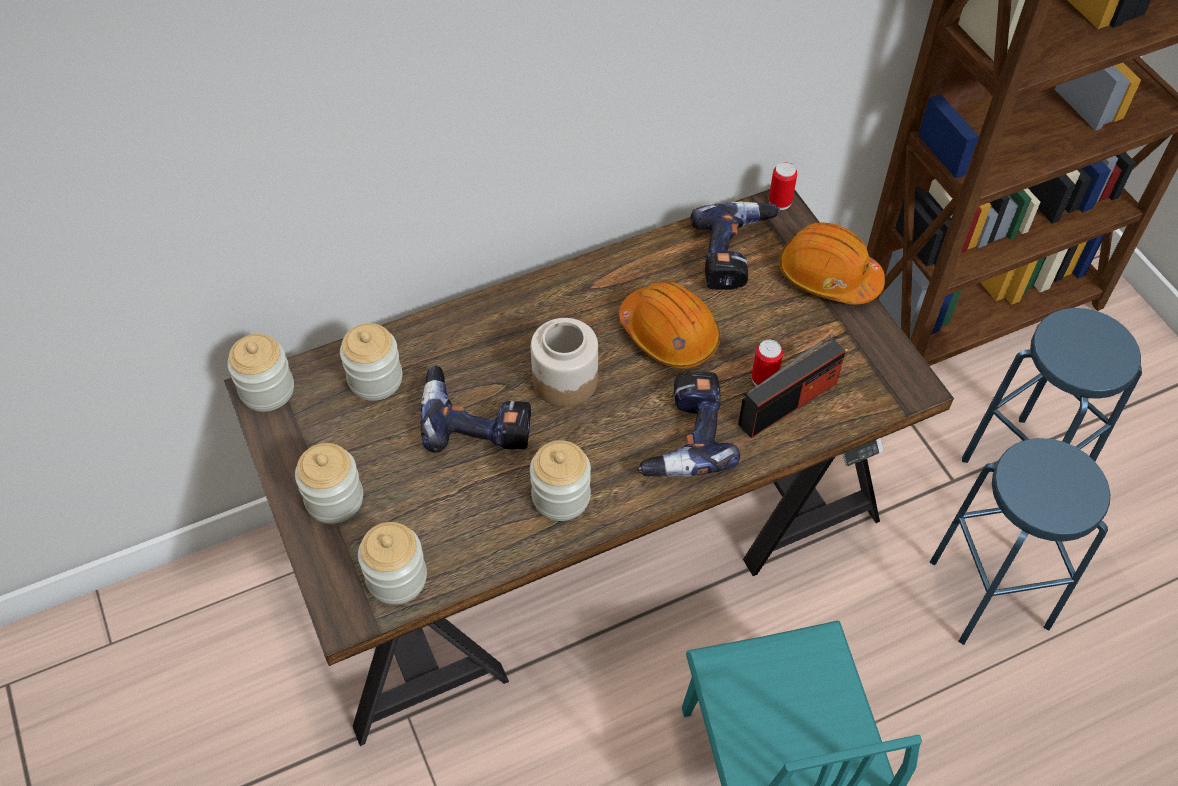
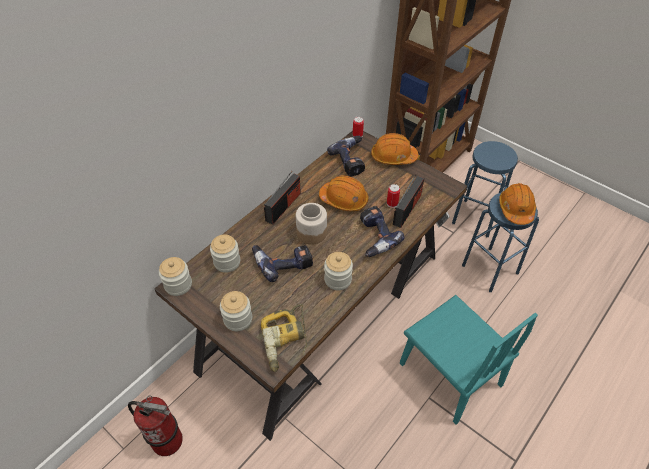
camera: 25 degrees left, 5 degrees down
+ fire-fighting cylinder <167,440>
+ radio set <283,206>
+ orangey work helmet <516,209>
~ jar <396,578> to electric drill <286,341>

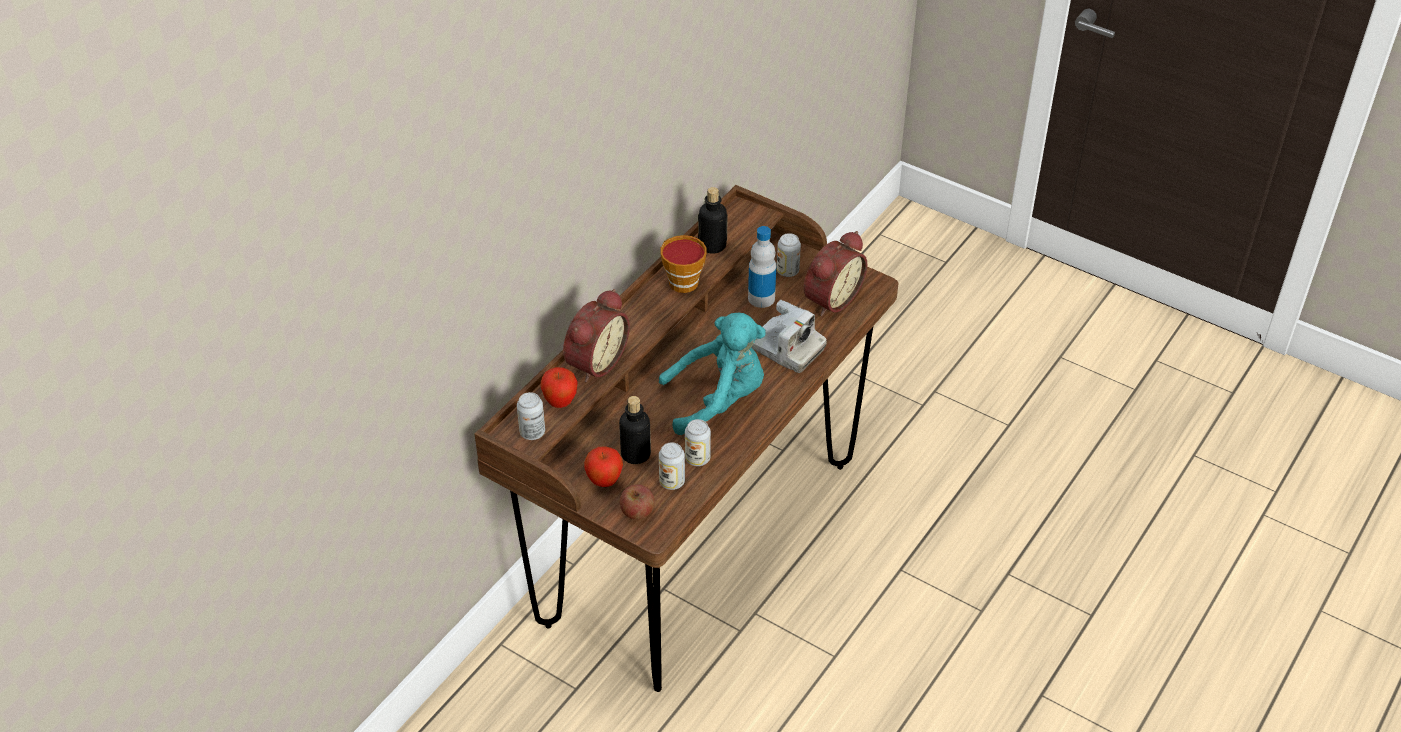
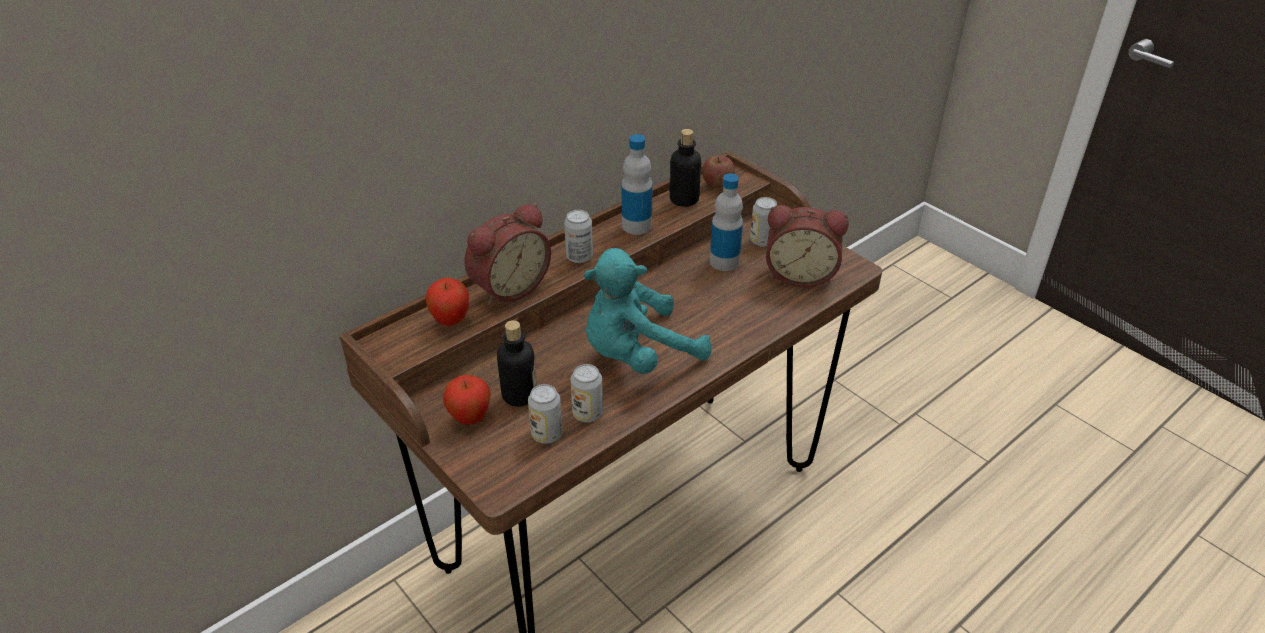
camera: 15 degrees right, 5 degrees down
- photo camera <786,349>
~ can <532,432> to <579,257>
~ whole apple <637,512> to <717,183>
~ small cup <680,281> to drink bottle <636,226>
~ blue-green soft toy <718,400> = <637,355> 150 degrees clockwise
~ alarm clock <830,298> = <800,274> 45 degrees clockwise

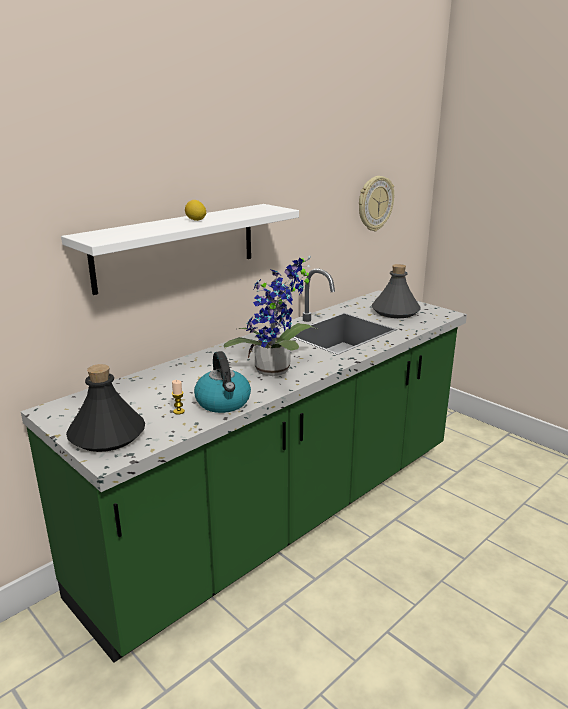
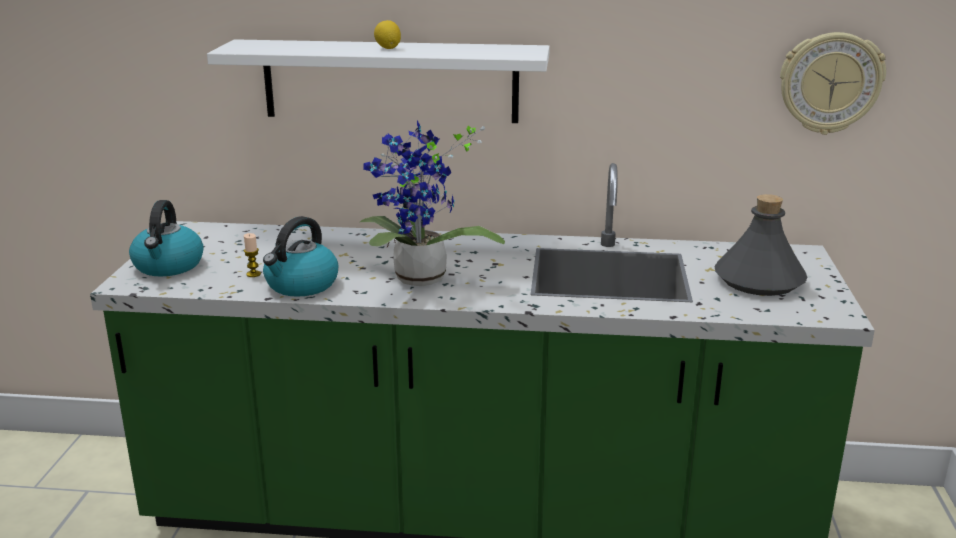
camera: 50 degrees right, 0 degrees up
~ black drink bottle <107,435> to water kettle <168,266>

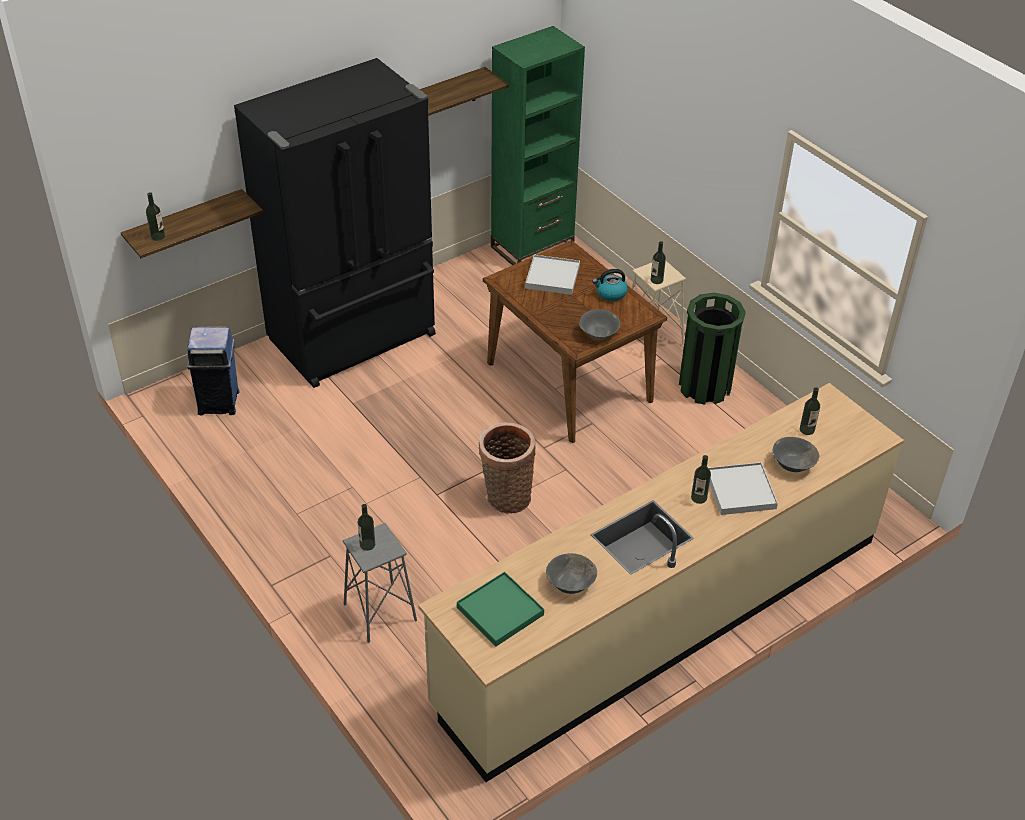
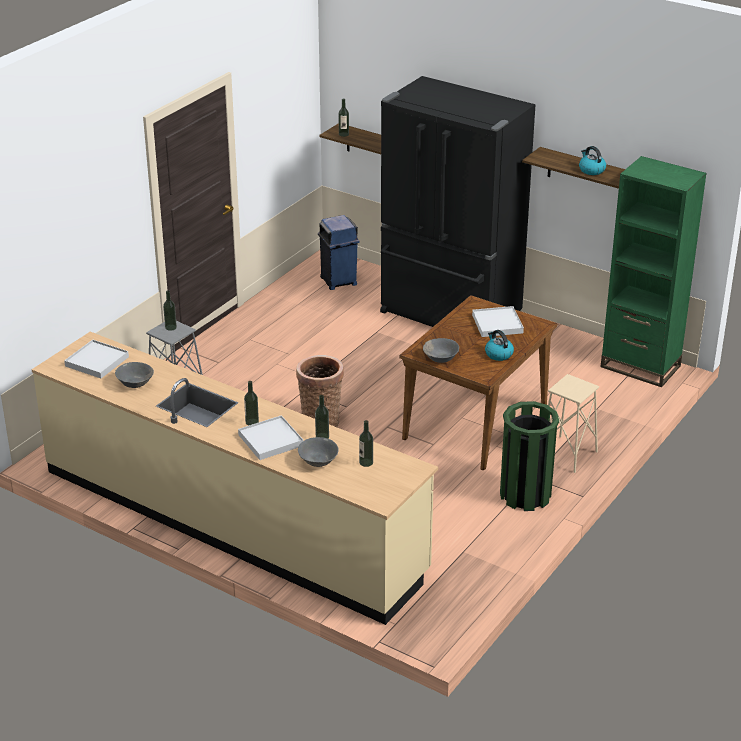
camera: 70 degrees right, 10 degrees down
+ water kettle <591,170>
~ drink bottle <656,280> to <322,436>
~ green-coloured serving tray <500,611> to whitish serving tray <97,361>

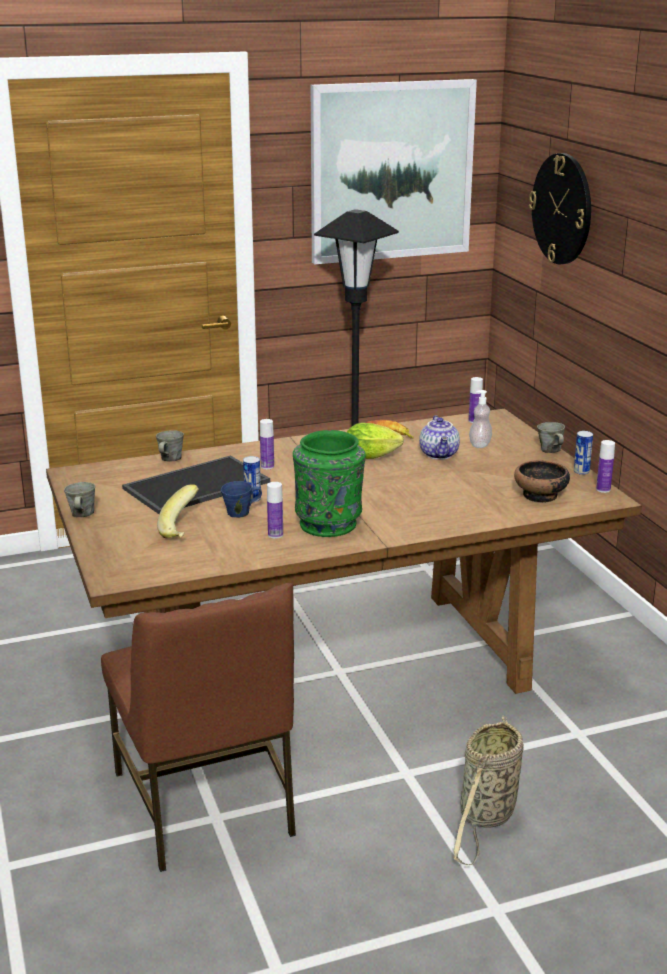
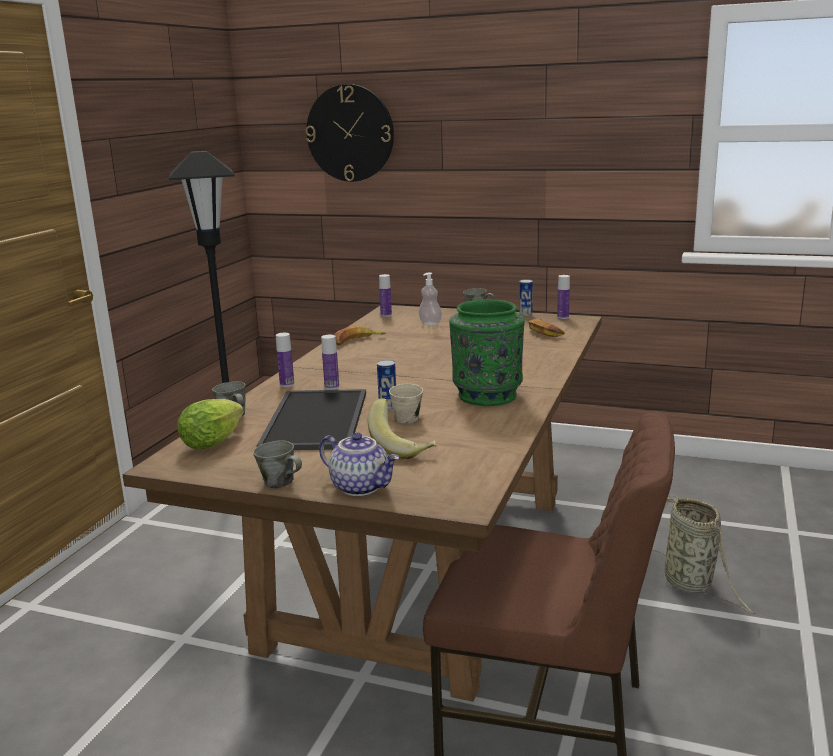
camera: 50 degrees left, 5 degrees down
- wall art <391,171>
~ drink bottle <275,535> to <287,384>
~ head of lettuce <374,457> to <215,441>
~ tea pot <440,454> to <361,487>
~ serving bowl <540,496> to banana <545,331>
~ bluish coffee mug <240,513> to beige coffee mug <408,418>

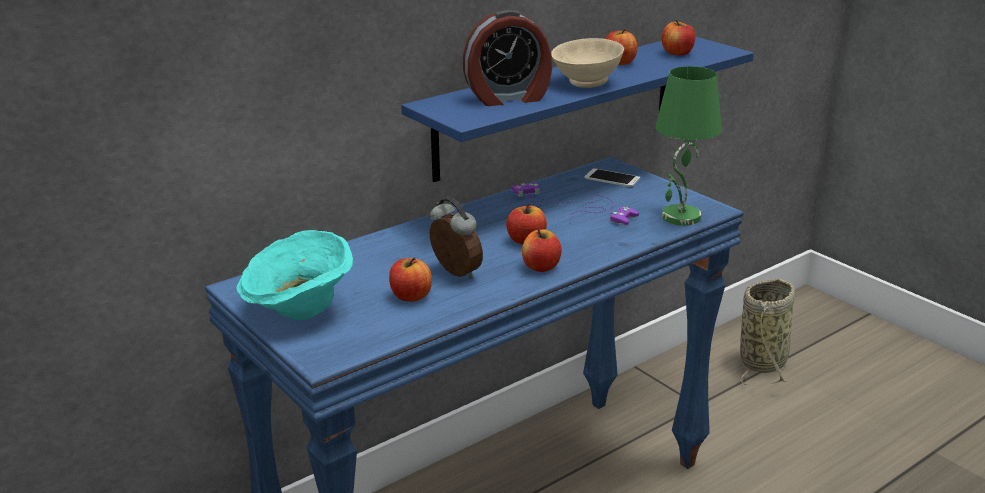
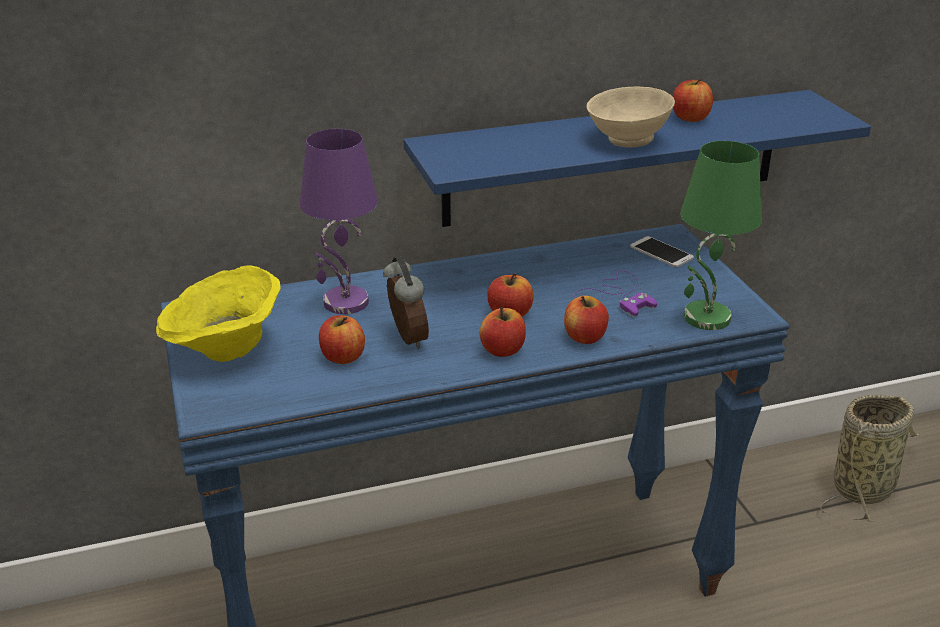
camera: 20 degrees right, 5 degrees up
- alarm clock <508,97>
- purplish gamepad <529,201>
+ purplish table lamp <345,303>
~ whole apple <677,53> to <585,337>
~ blue-green serving bowl <299,310> to yellowish serving bowl <225,349>

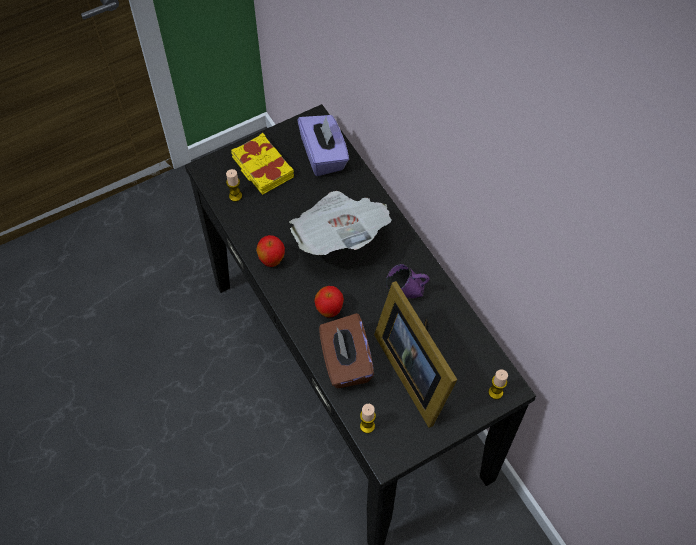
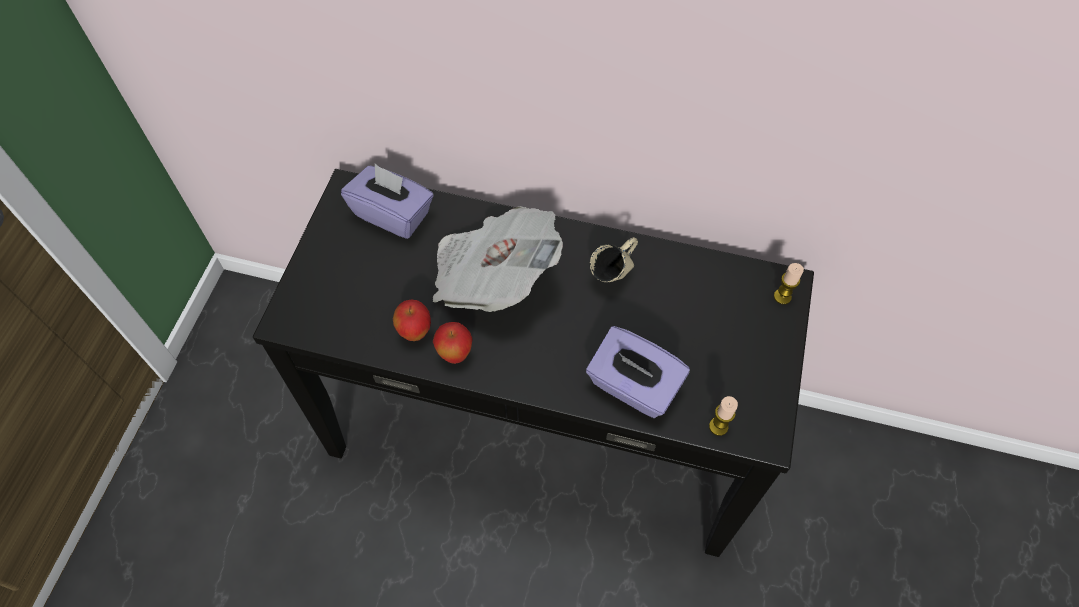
camera: 45 degrees left, 0 degrees up
- wax light <235,196>
- yellowish volume <262,168>
- standing frame <414,369>
~ whole apple <329,311> to <415,332>
~ brownish box of tissues <345,362> to purplish box of tissues <633,387>
~ purplish coffee mug <406,293> to beige coffee mug <613,277>

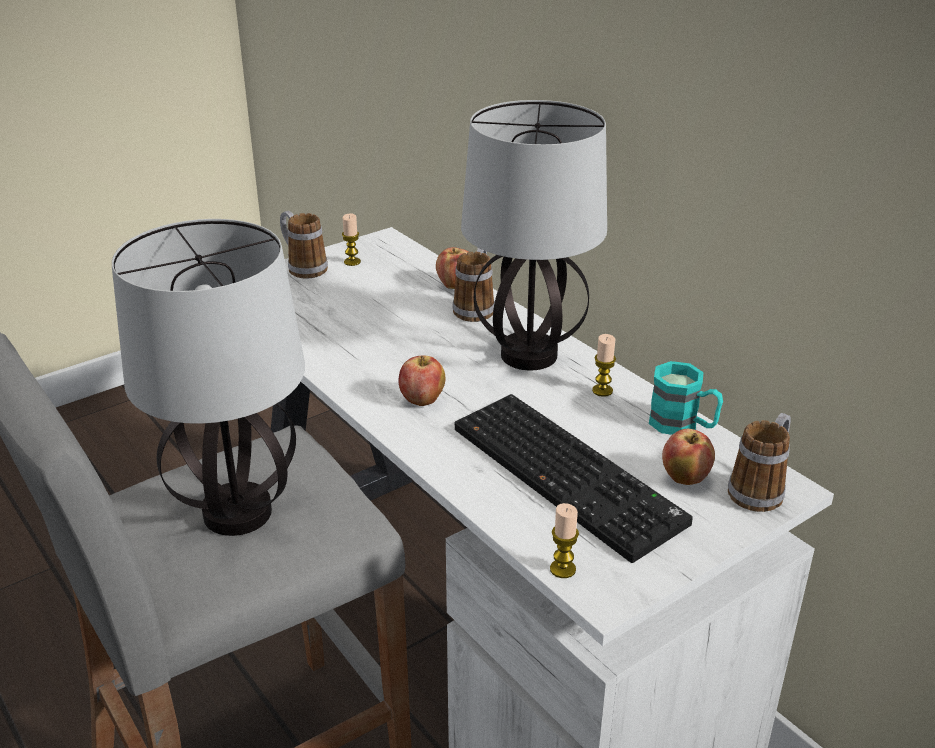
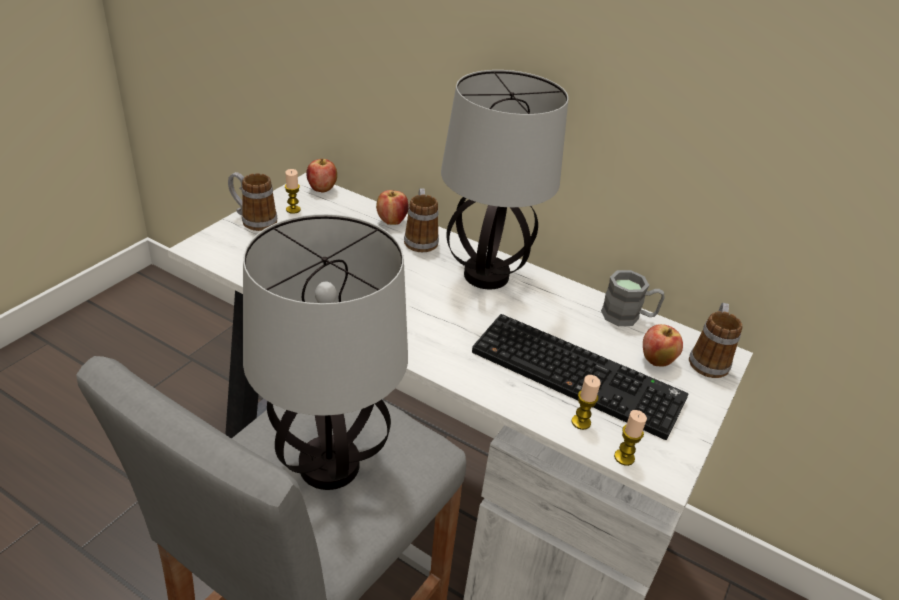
camera: 25 degrees left, 5 degrees up
~ whole apple <422,400> to <322,189>
~ wax light <602,391> to <581,422>
~ blue-green coffee mug <683,425> to gray coffee mug <628,316>

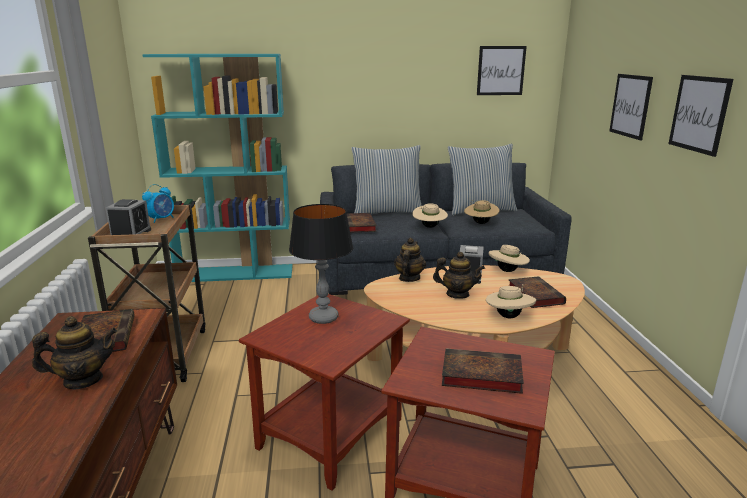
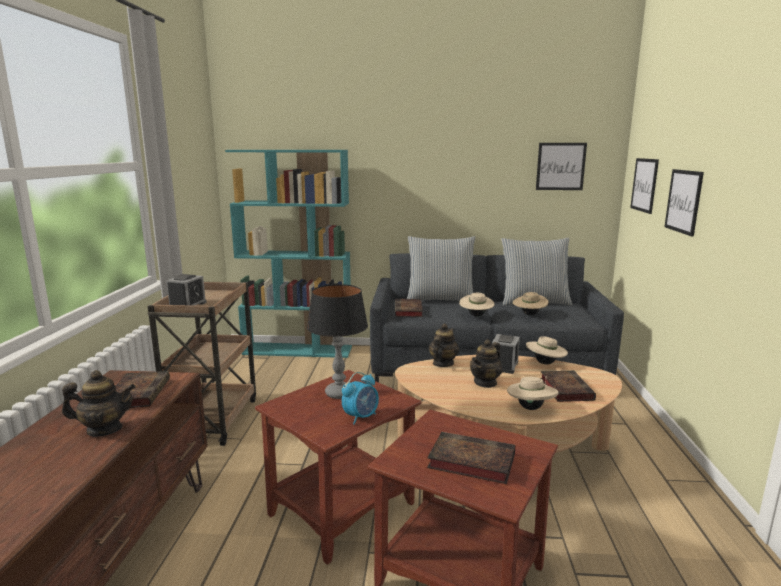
camera: 10 degrees right, 5 degrees down
~ alarm clock <161,219> to <361,417>
~ wall art <699,114> to <644,185>
~ tea pot <457,294> = <485,382> 105 degrees clockwise

